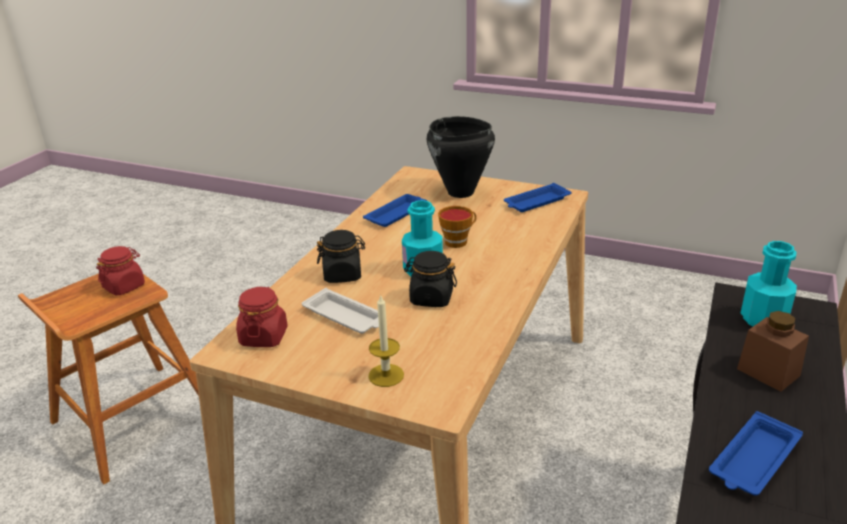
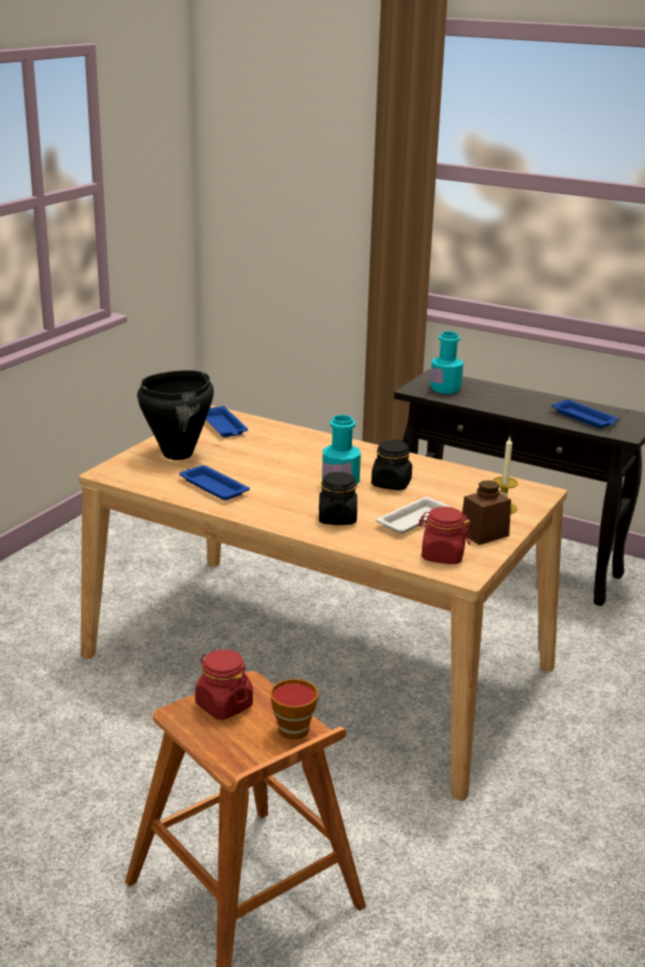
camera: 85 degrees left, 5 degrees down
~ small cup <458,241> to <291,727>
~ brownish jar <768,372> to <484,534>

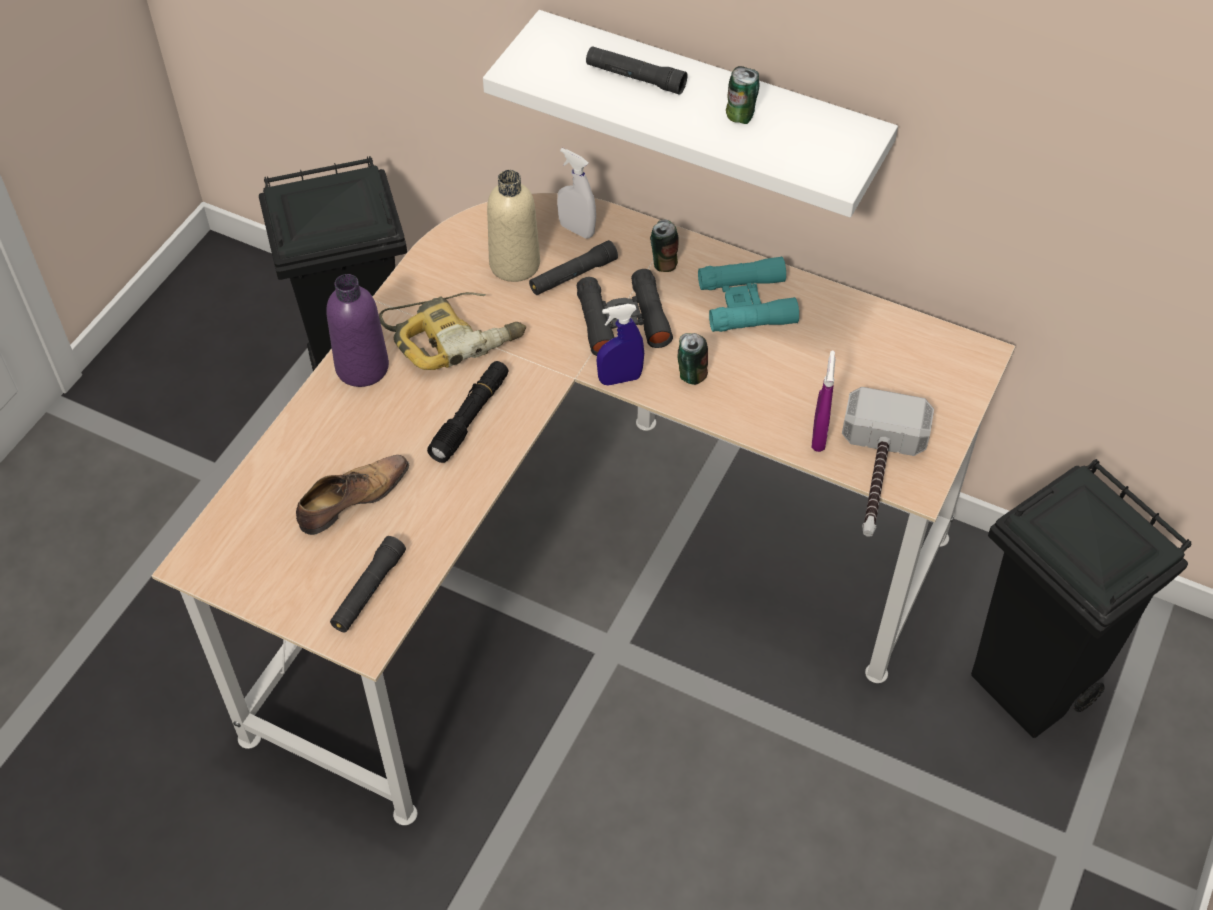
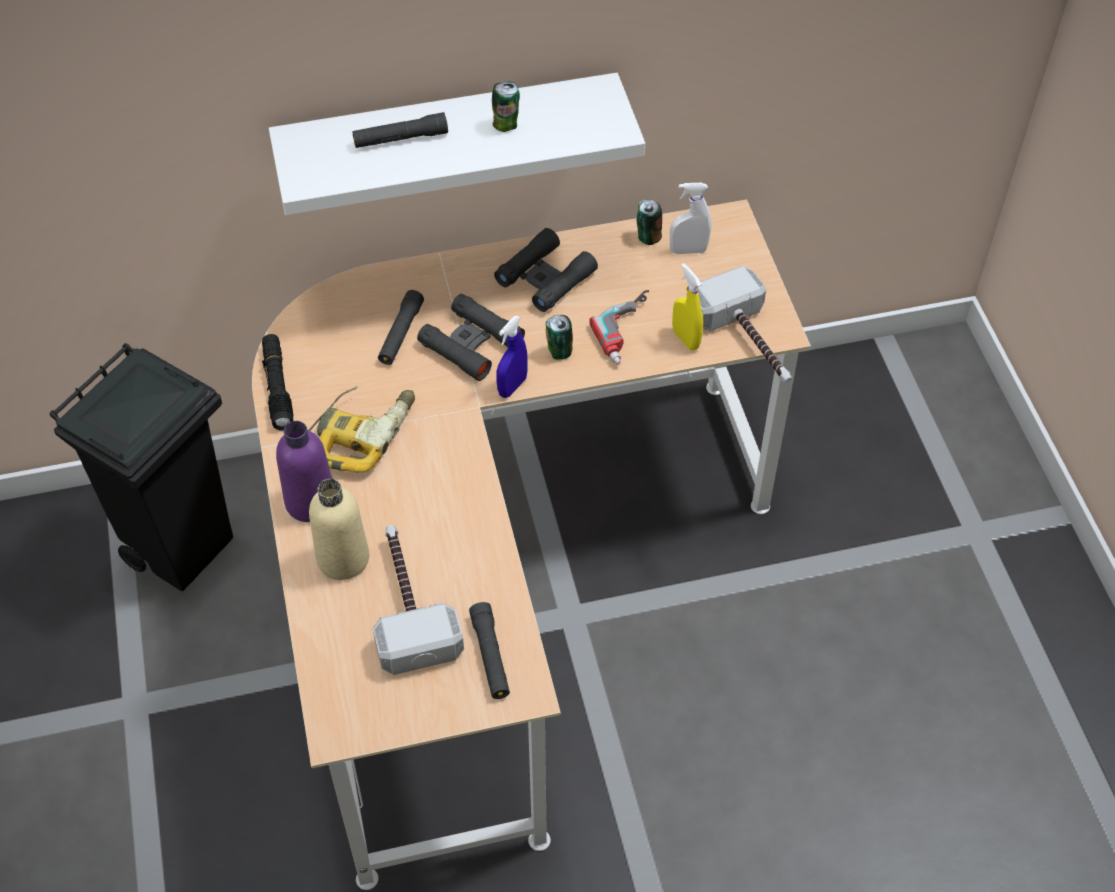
camera: 40 degrees left, 0 degrees up
- black waste bin <1031,687>
+ electric drill <630,332>
~ black torch <470,417> to <278,387>
~ beige drink bottle <514,264> to <343,558>
~ whitish spray bottle <576,230> to <688,250>
~ can <663,263> to <647,237>
~ low shoe <351,500> to hammer <408,602>
~ blue-green pair of binoculars <746,303> to black pair of binoculars <545,277>
~ purplish spray bottle <819,436> to yellowish spray bottle <685,339>

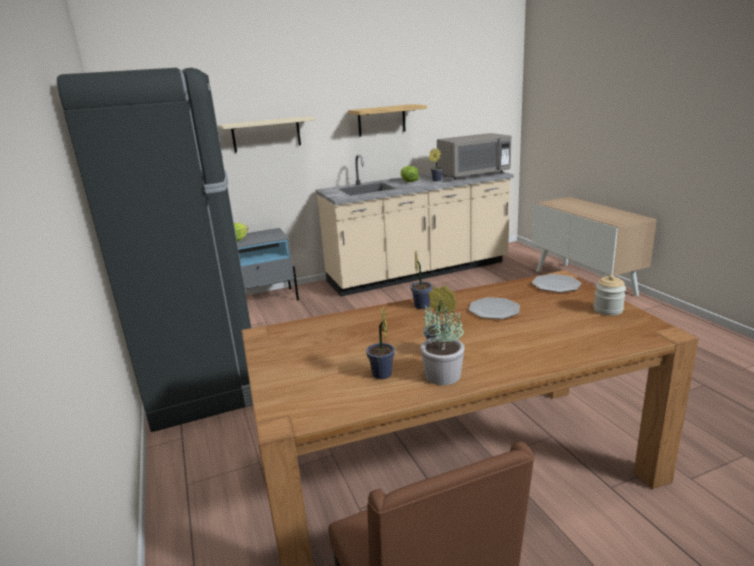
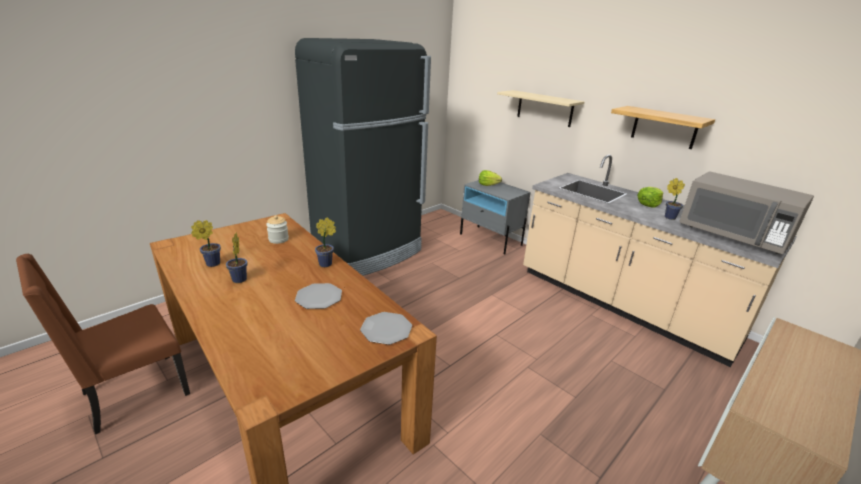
camera: 65 degrees right, 5 degrees up
- potted plant <442,375>
~ jar <608,310> to <278,239>

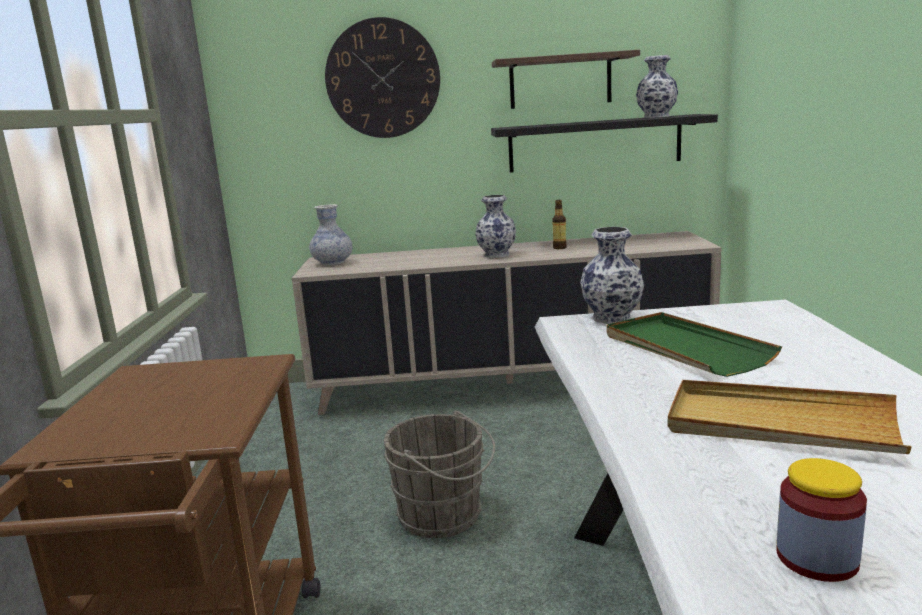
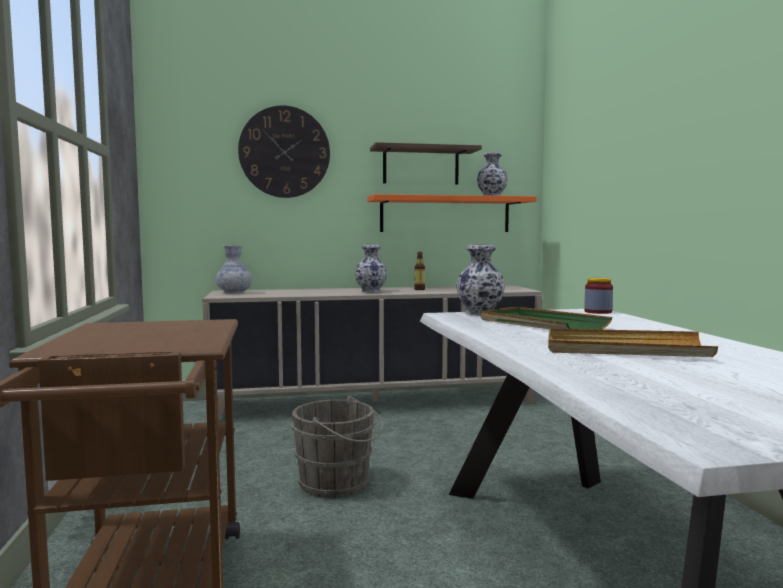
camera: 10 degrees left, 10 degrees down
~ jar <817,558> to <598,312>
~ black bracket shelf <594,144> to orangey bracket shelf <445,214>

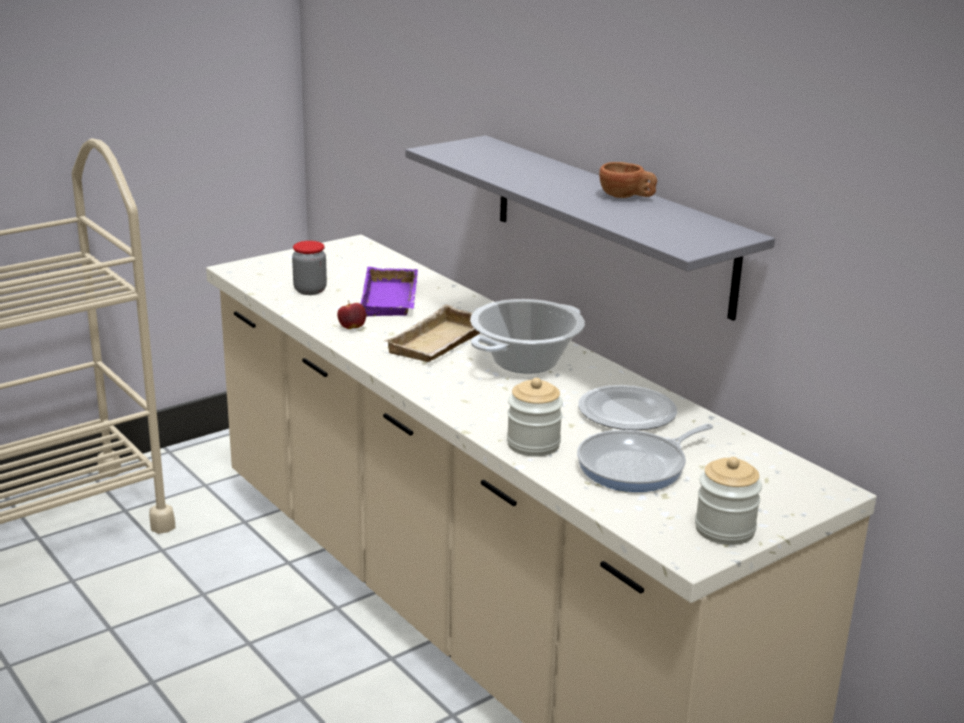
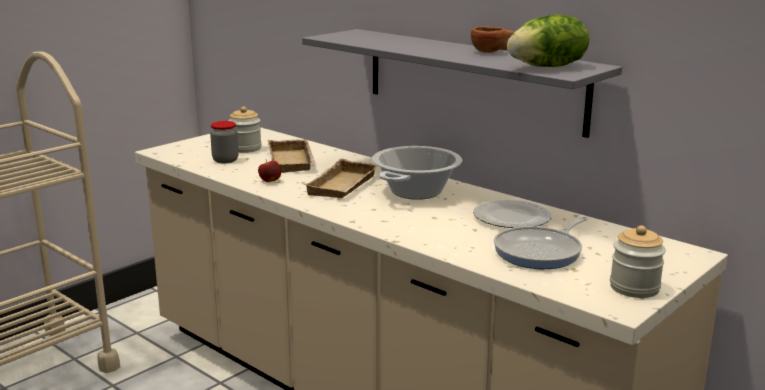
camera: 10 degrees left, 5 degrees down
+ head of lettuce <548,67>
~ jar <533,444> to <245,148>
~ purplish serving tray <392,300> to beige serving tray <293,161>

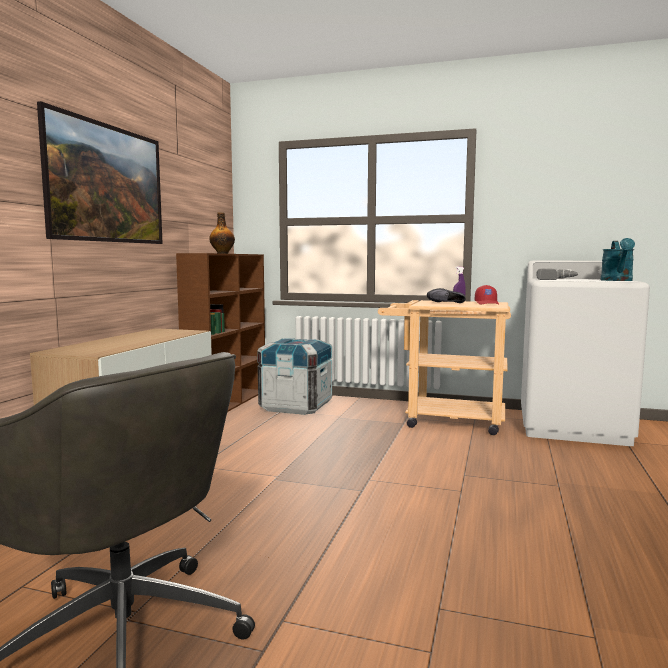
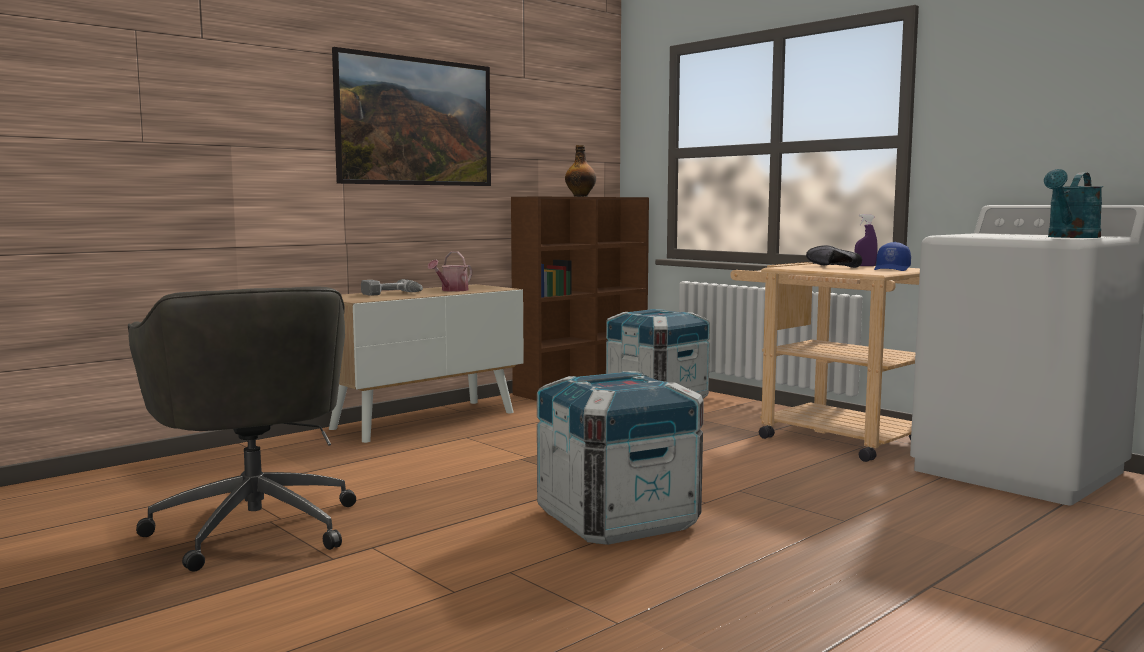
camera: 30 degrees right, 0 degrees up
+ sprinkling can <452,290>
+ packing crate <617,519>
~ electric drill <556,279> to <393,294>
~ red peaked cap <487,303> to bluish peaked cap <892,269>

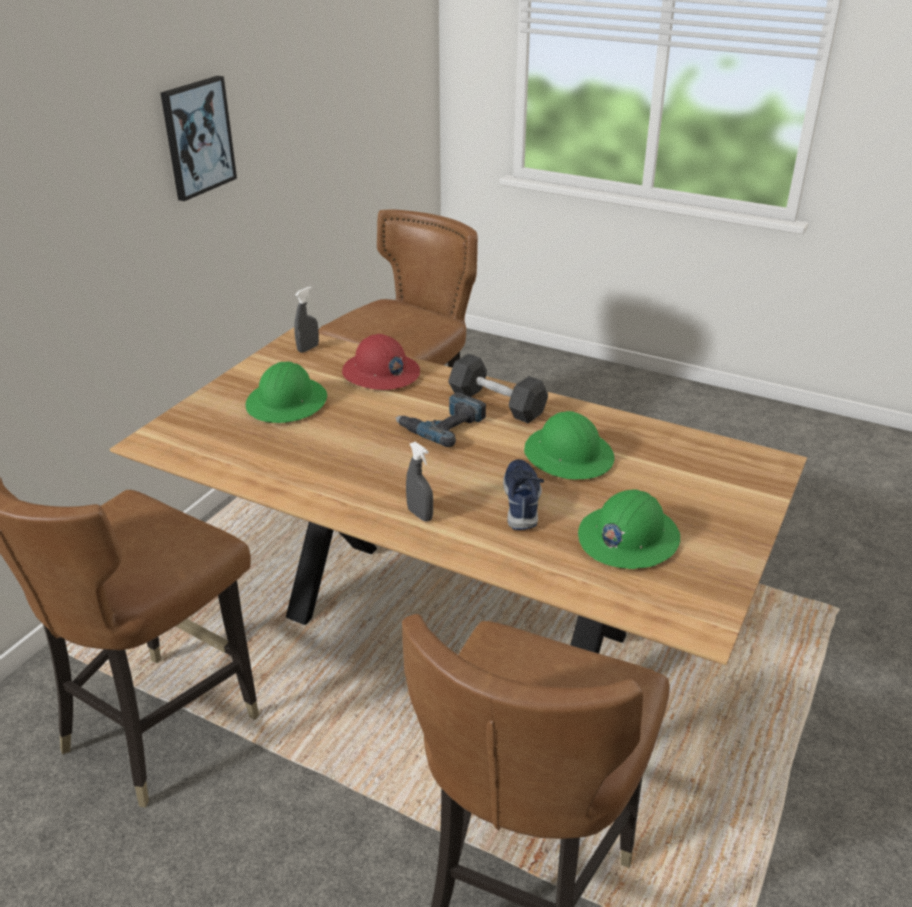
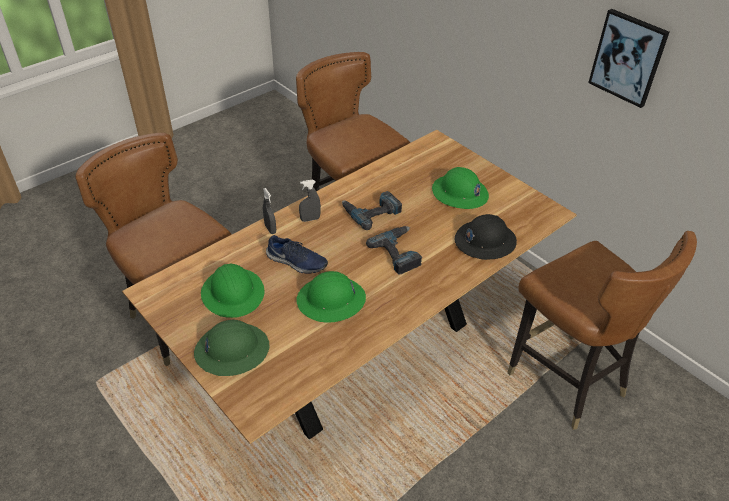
camera: 110 degrees right, 10 degrees up
- black hand weight <497,404>
+ green-coloured work helmet <232,350>
+ electric drill <371,212>
~ gray spray bottle <308,348> to <270,229>
~ red work helmet <380,373> to black work helmet <484,241>

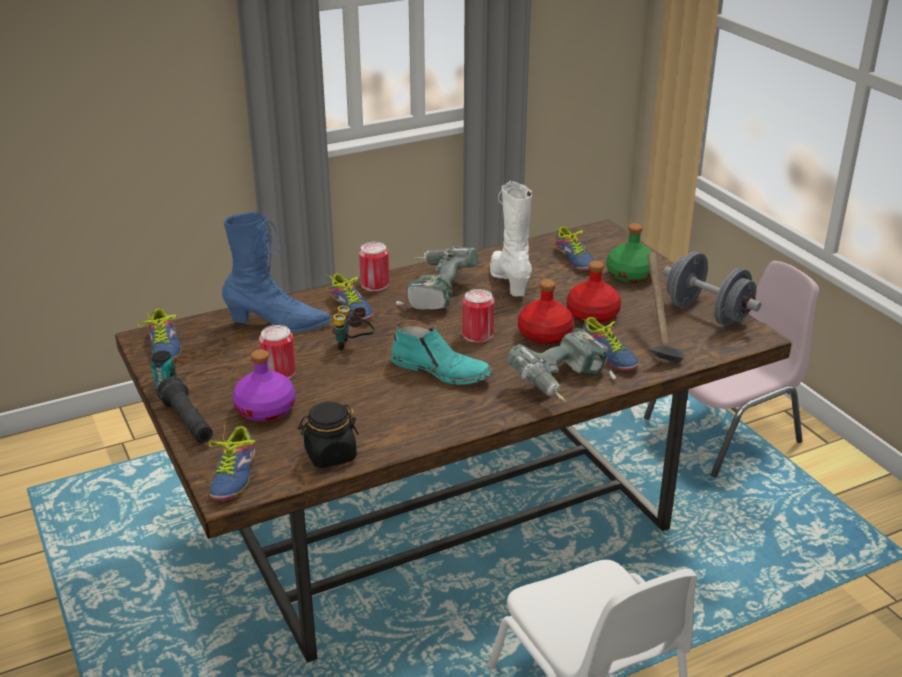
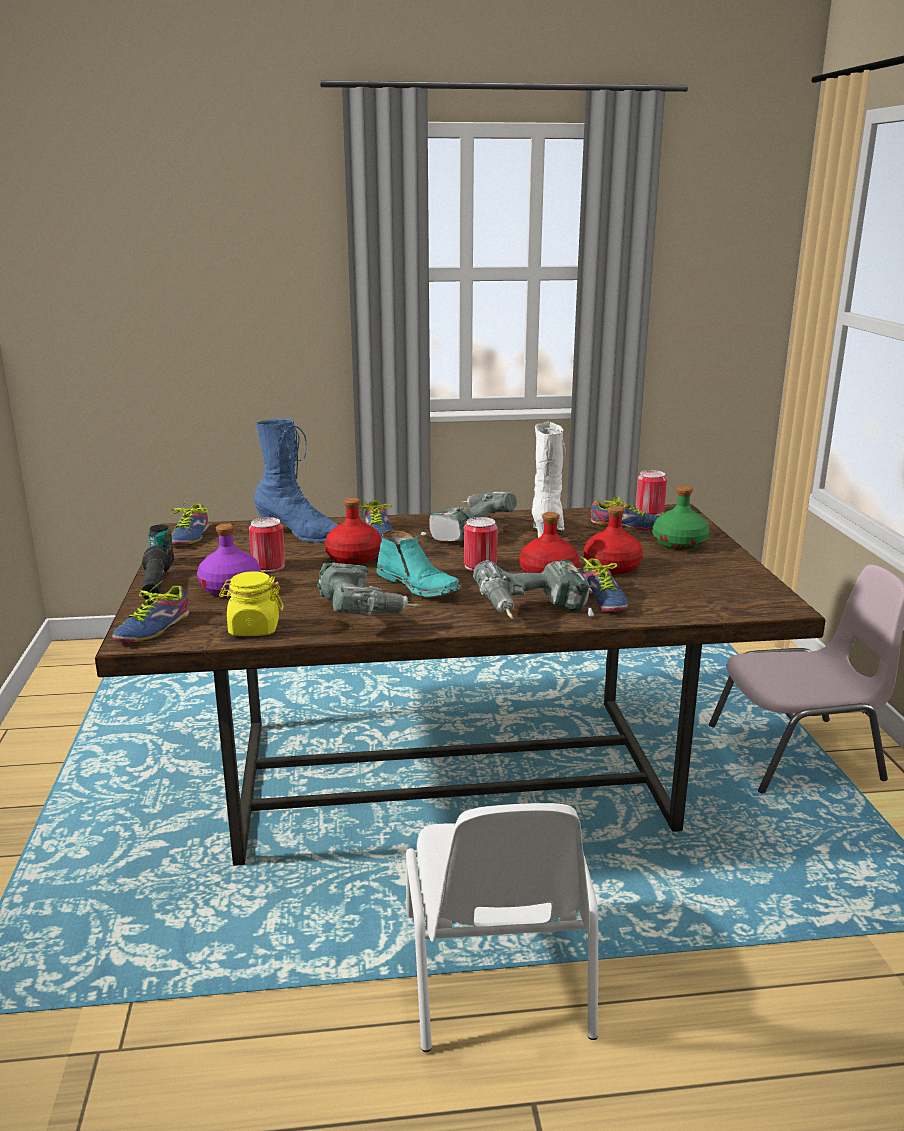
camera: 20 degrees right, 10 degrees down
- hammer <655,341>
- gray hand weight <707,313>
+ electric drill <364,614>
~ can <374,284> to <649,512>
~ pair of binoculars <353,346> to red drink bottle <354,557>
~ black jar <330,455> to yellowish jar <253,628>
~ low shoe <572,259> = <626,526> 75 degrees counterclockwise

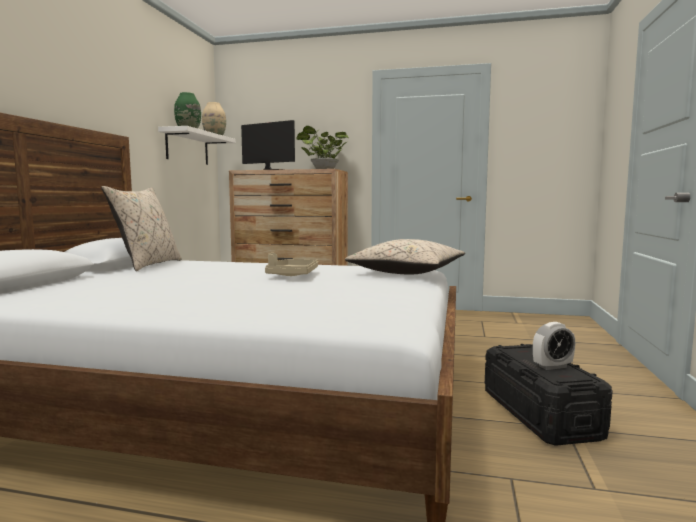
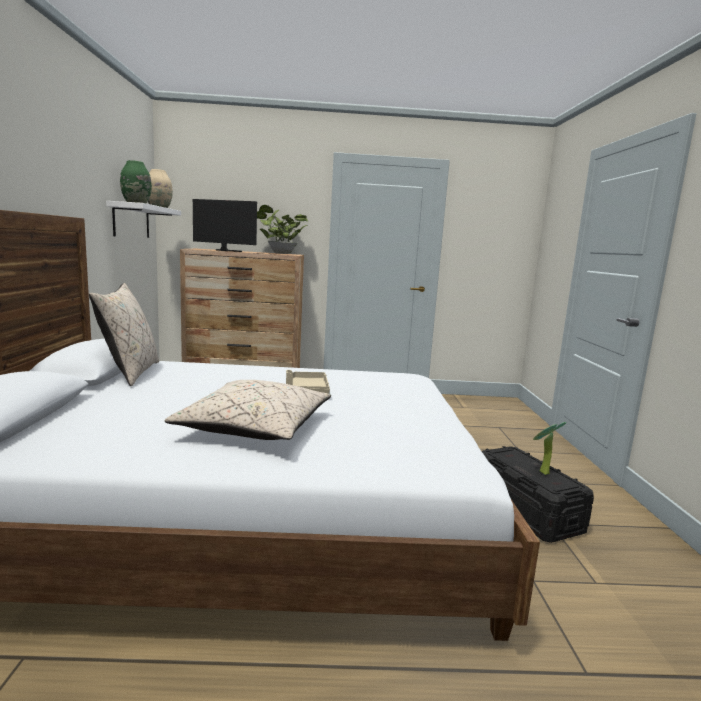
camera: 15 degrees left, 5 degrees up
~ beige cushion <406,272> to <254,427>
~ alarm clock <552,366> to potted plant <542,473>

